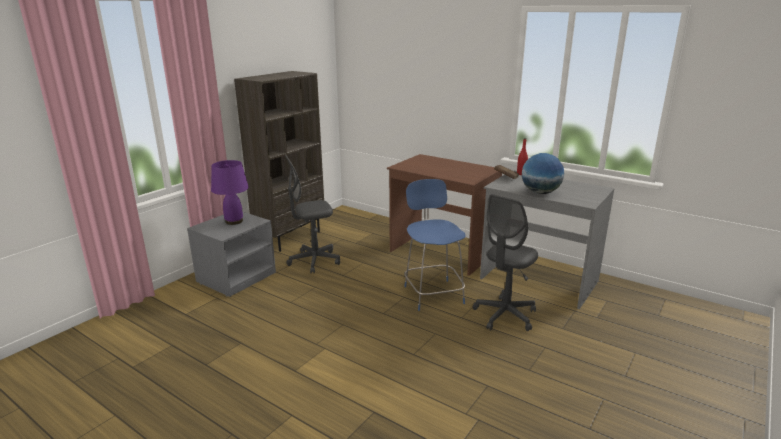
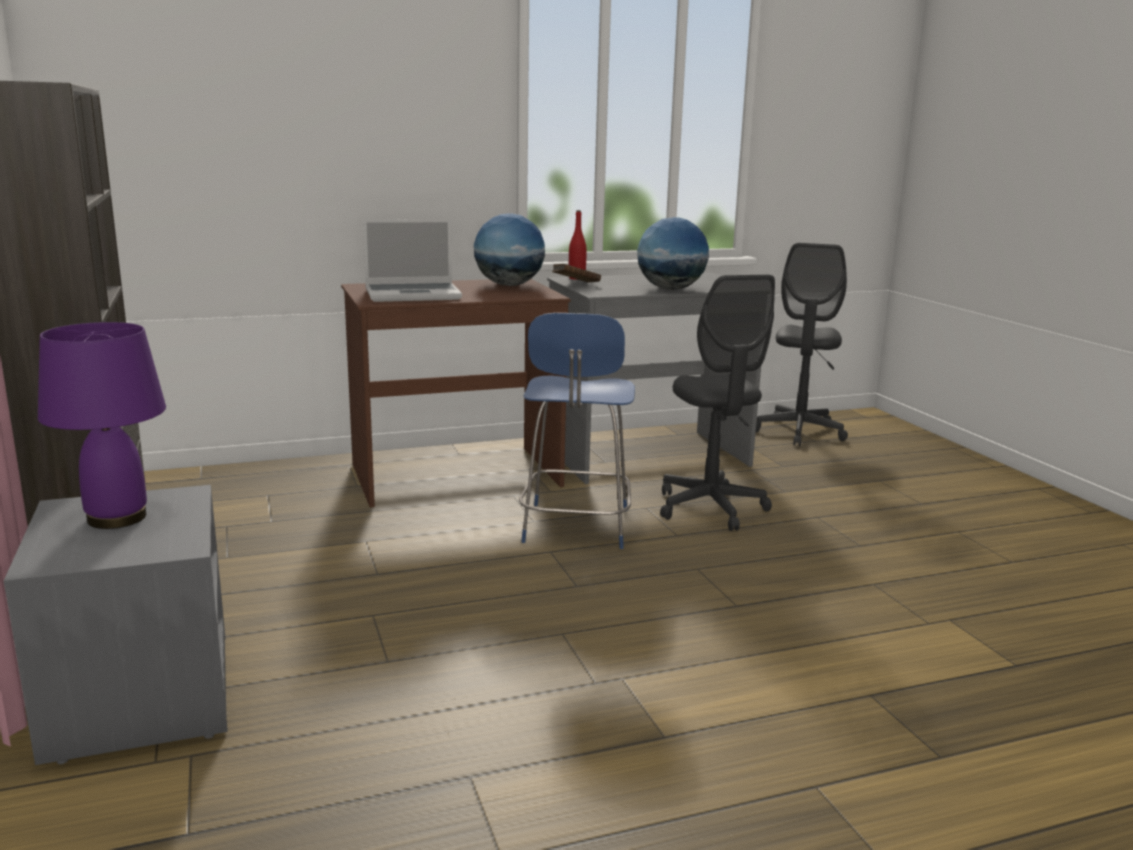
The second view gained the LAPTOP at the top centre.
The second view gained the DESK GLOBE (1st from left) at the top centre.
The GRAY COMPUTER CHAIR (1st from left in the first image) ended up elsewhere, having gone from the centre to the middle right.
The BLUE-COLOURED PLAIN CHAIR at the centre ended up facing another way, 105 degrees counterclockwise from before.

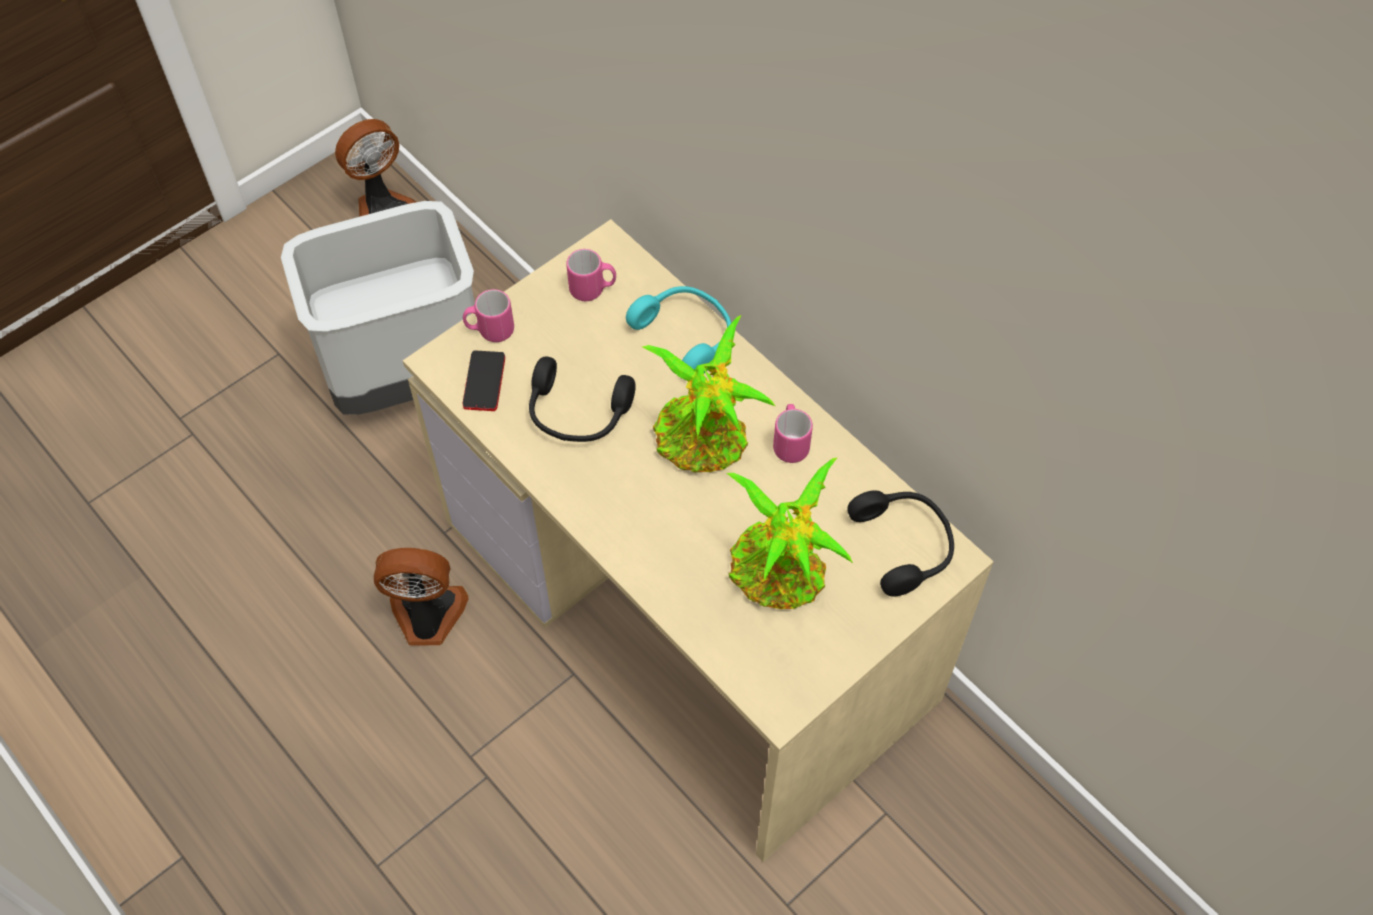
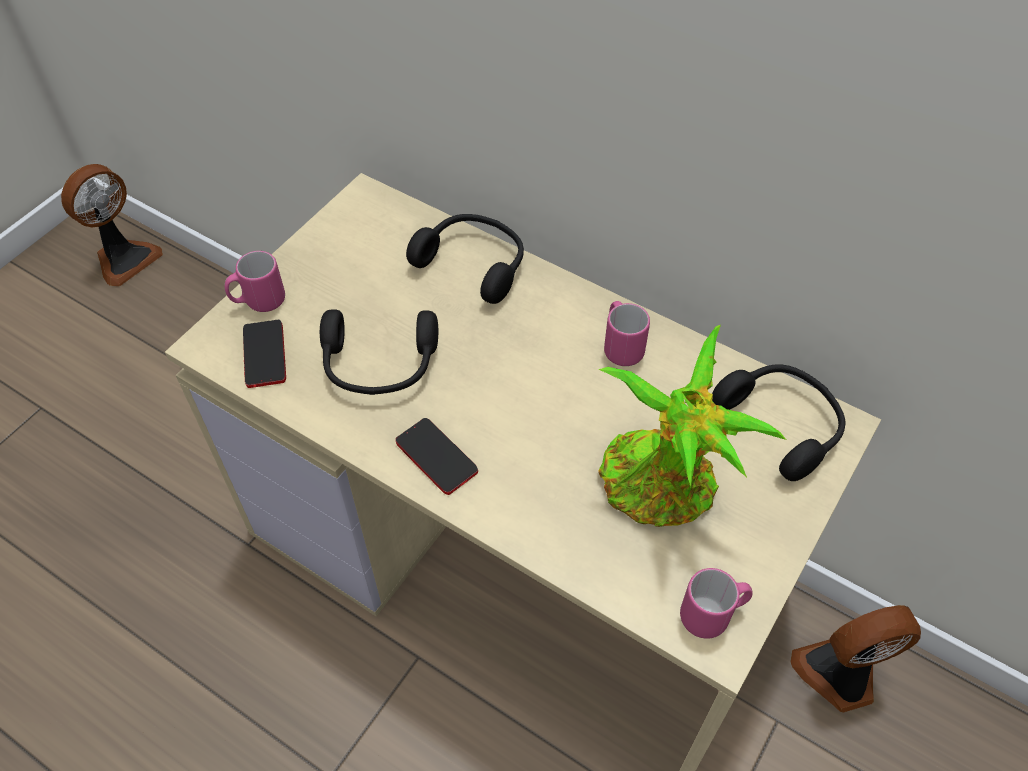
The second view lost the GRAY RUBBISH BIN at the middle left.
The second view lost the HOUSEPLANT (1st from left) at the centre.
The second view gained the TELEPHONE (2nd from left) at the centre.
The COOLING FAN (2nd from left) ended up elsewhere, having gone from the middle left to the bottom right.
The PINKISH COFFEE MUG (2nd from left in the first image) ended up elsewhere, having gone from the top centre to the bottom right.
What was the BLUE-GREEN HEADSET at the centre turned into the BLACKISH HEADSET (2nd from left) at the centre.

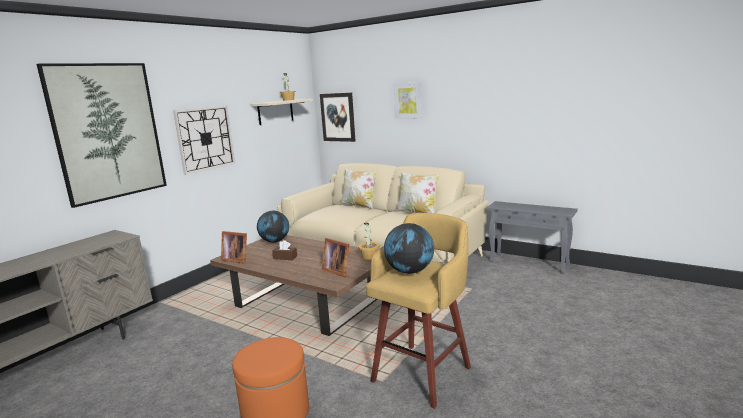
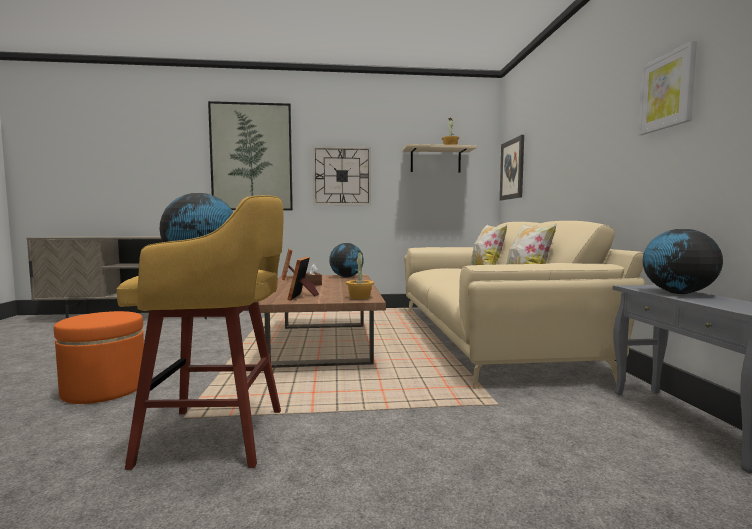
The second view gained the DESK GLOBE (3rd from left) at the middle right.
The PICTURE (3rd from left) ended up elsewhere, having gone from the top centre to the top right.

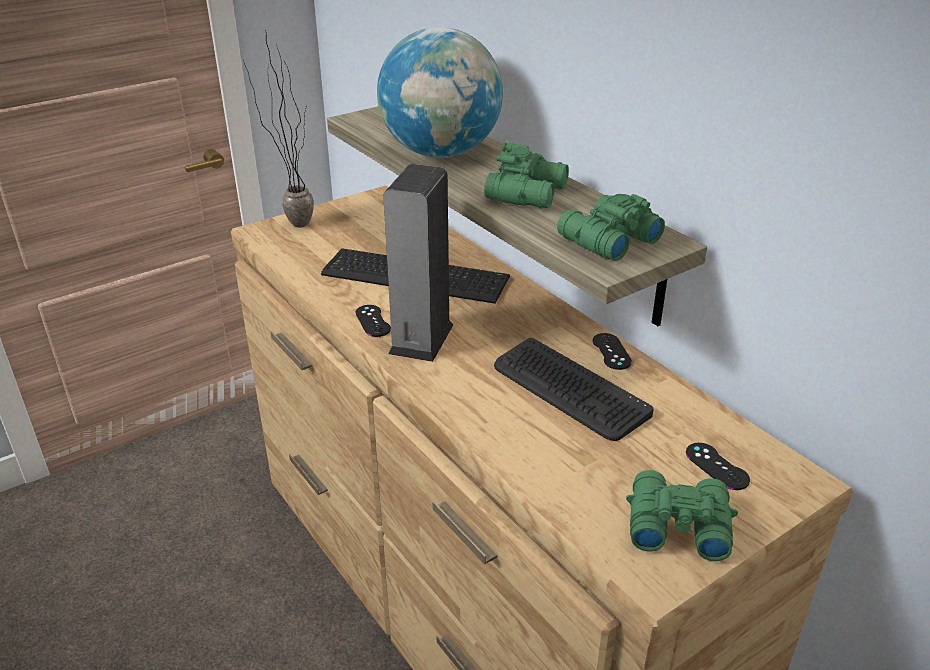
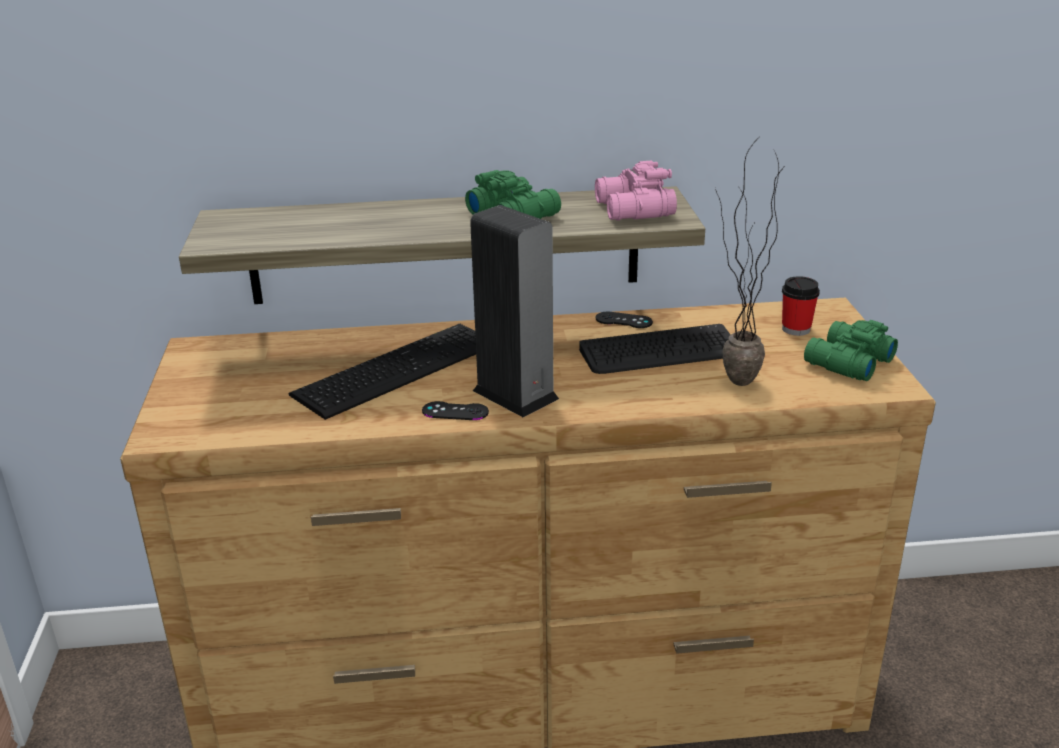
The second view lost the DESK GLOBE at the top centre.
The HOUSEPLANT ended up elsewhere, having gone from the top left to the middle right.
Where the BLACKISH GAME CONTROLLER (3rd from left) stood at the bottom right, the DRINKING CUP came to stand at the middle right.
What was the GREEN PAIR OF BINOCULARS (2nd from left) at the centre turned into the PINKISH PAIR OF BINOCULARS at the top centre.

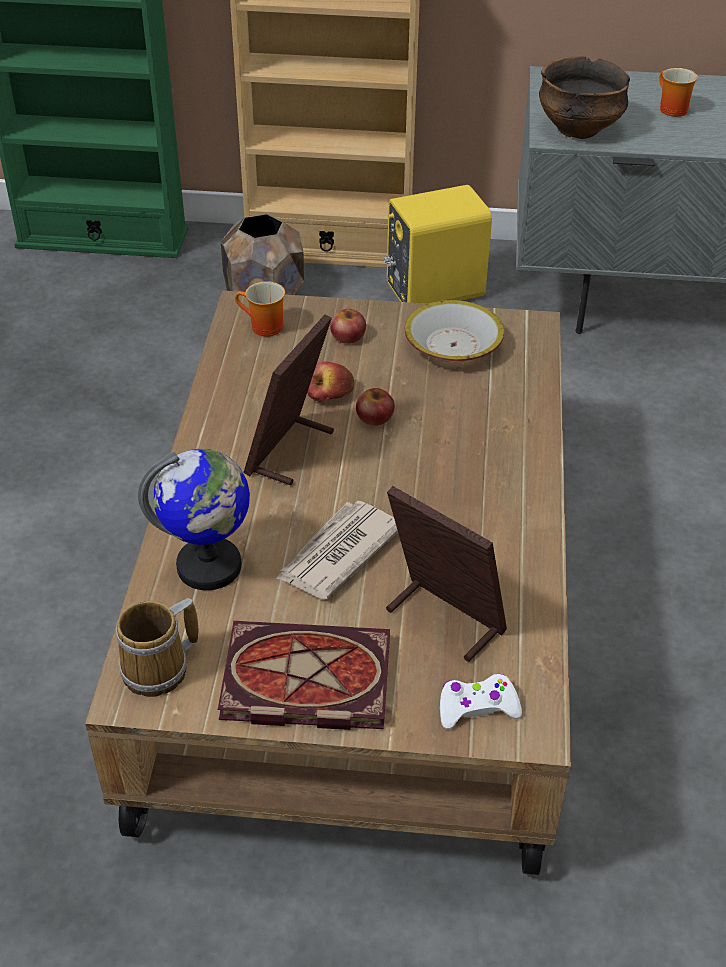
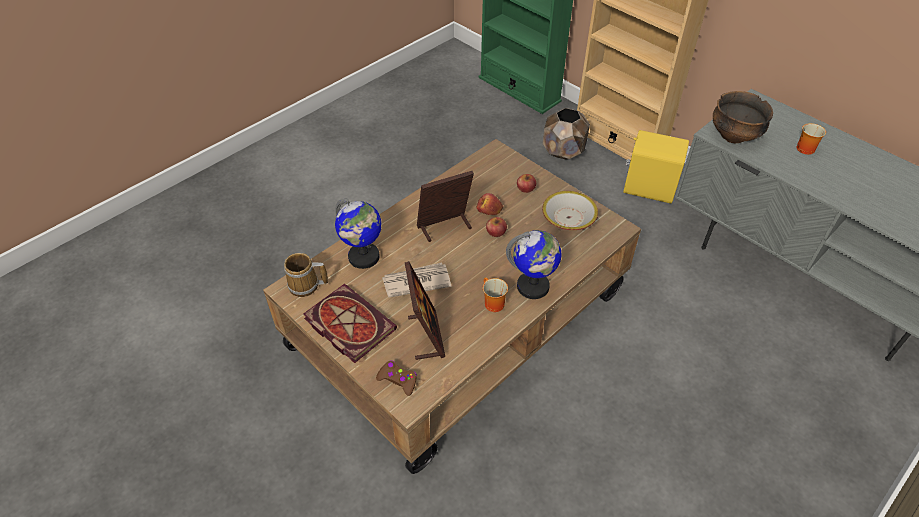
The second view gained the DESK GLOBE (2nd from left) at the centre.
The COFFEE MUG (2nd from left) ended up elsewhere, having gone from the top centre to the centre.
What was the WHITE-COLOURED GAME CONTROLLER at the bottom centre turned into the BROWNISH GAME CONTROLLER at the bottom centre.

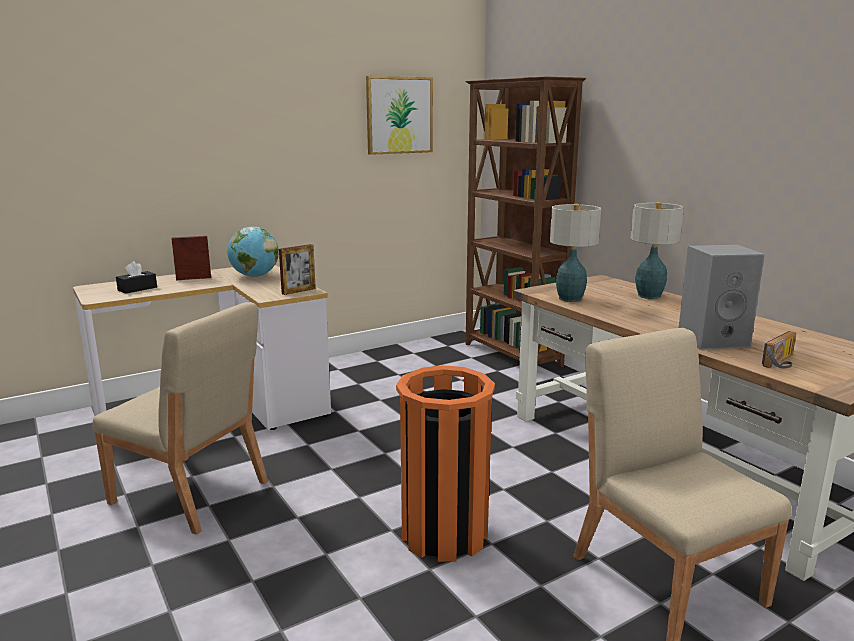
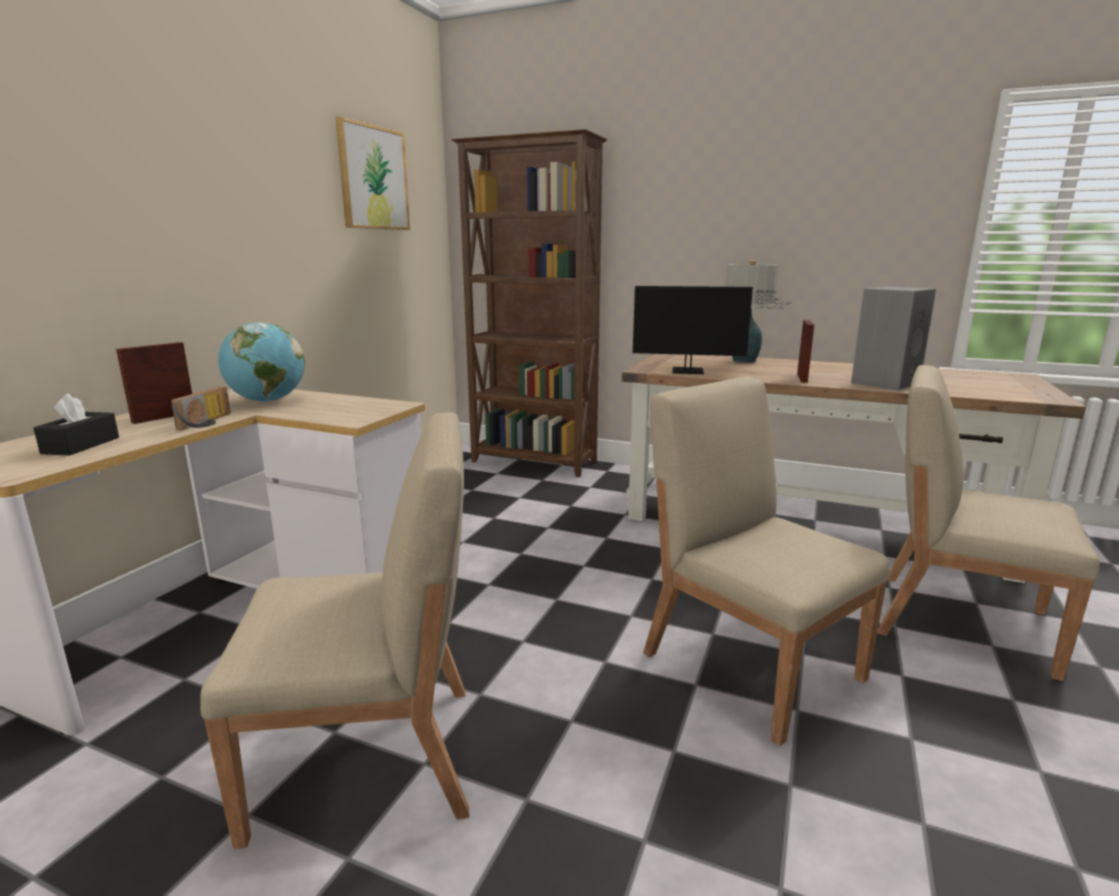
The STANDING FRAME (2nd from left) ended up elsewhere, having gone from the centre to the middle right.
The RADIO SET ended up elsewhere, having gone from the middle right to the middle left.
Where the ORANGEY RUBBISH BIN stood at the bottom centre, the SAND-COLOURED PLAIN CHAIR (2nd from left) came to stand at the middle right.
Where the TABLETOP LAMP (1st from left) stood at the middle right, the MONITOR came to stand at the centre.

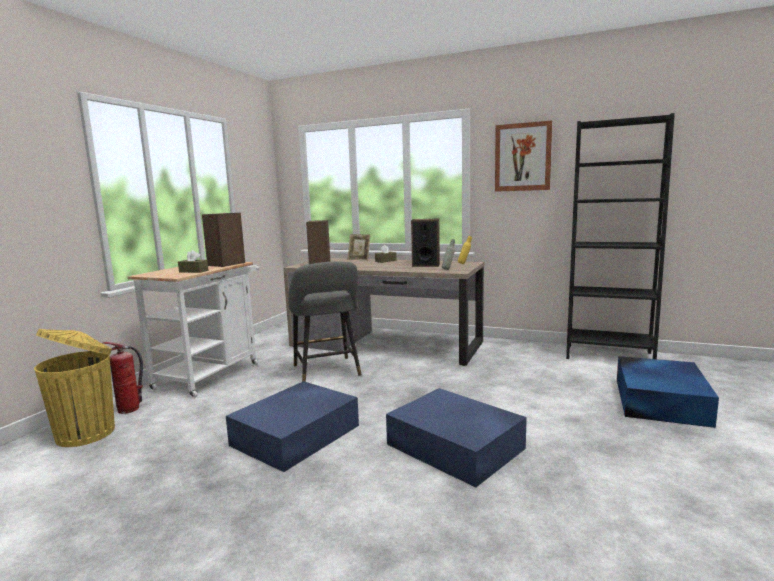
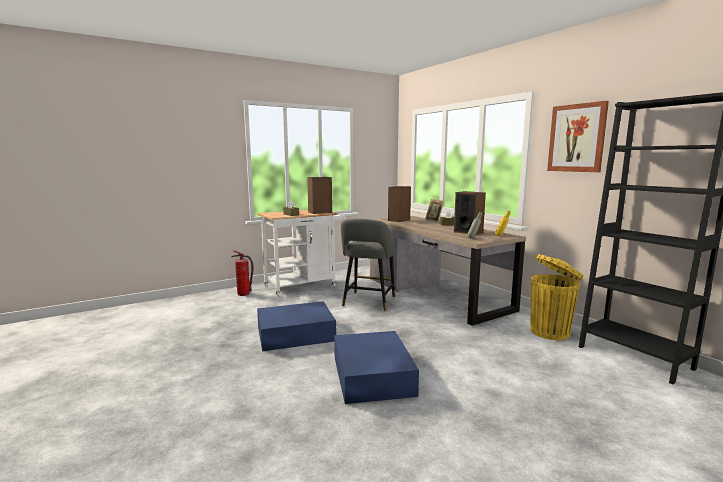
The second view lost the BLUE-COLOURED STORAGE BOX (3rd from left) at the bottom right.
The YELLOW-COLOURED RUBBISH BIN ended up elsewhere, having gone from the bottom left to the middle right.

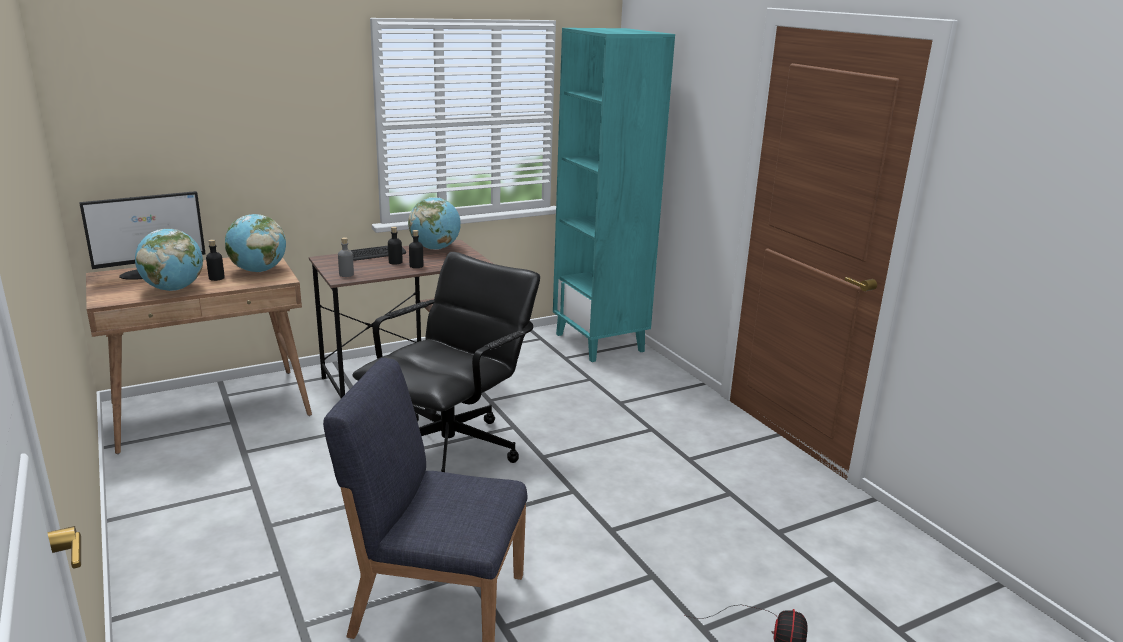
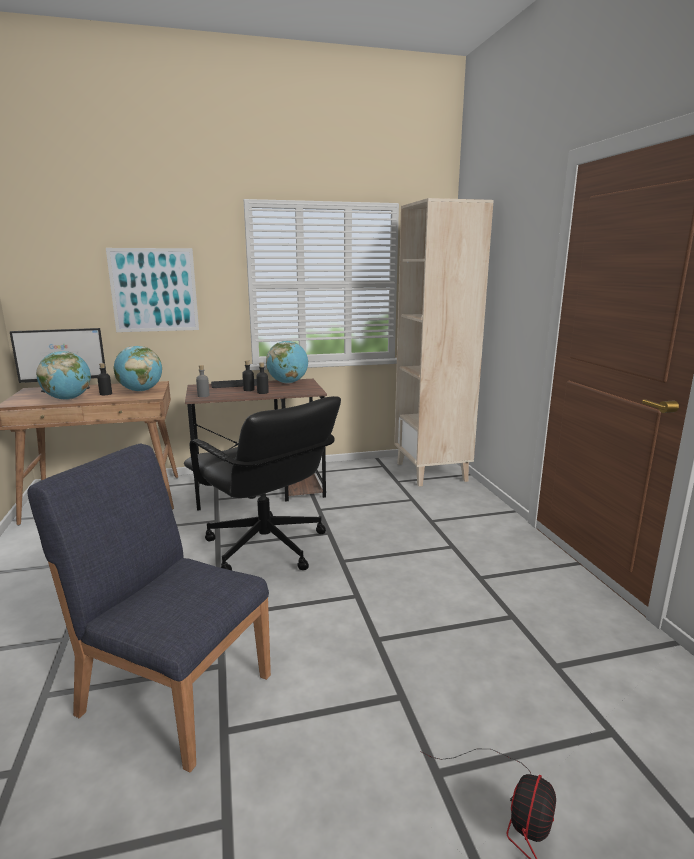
The second view gained the PICTURE at the middle left.
What was the BLUE-GREEN SHELVING UNIT at the top centre turned into the SAND-COLOURED SHELVING UNIT at the centre.
The BLACKISH COMPUTER CHAIR at the centre ended up facing another way, 90 degrees clockwise from before.

